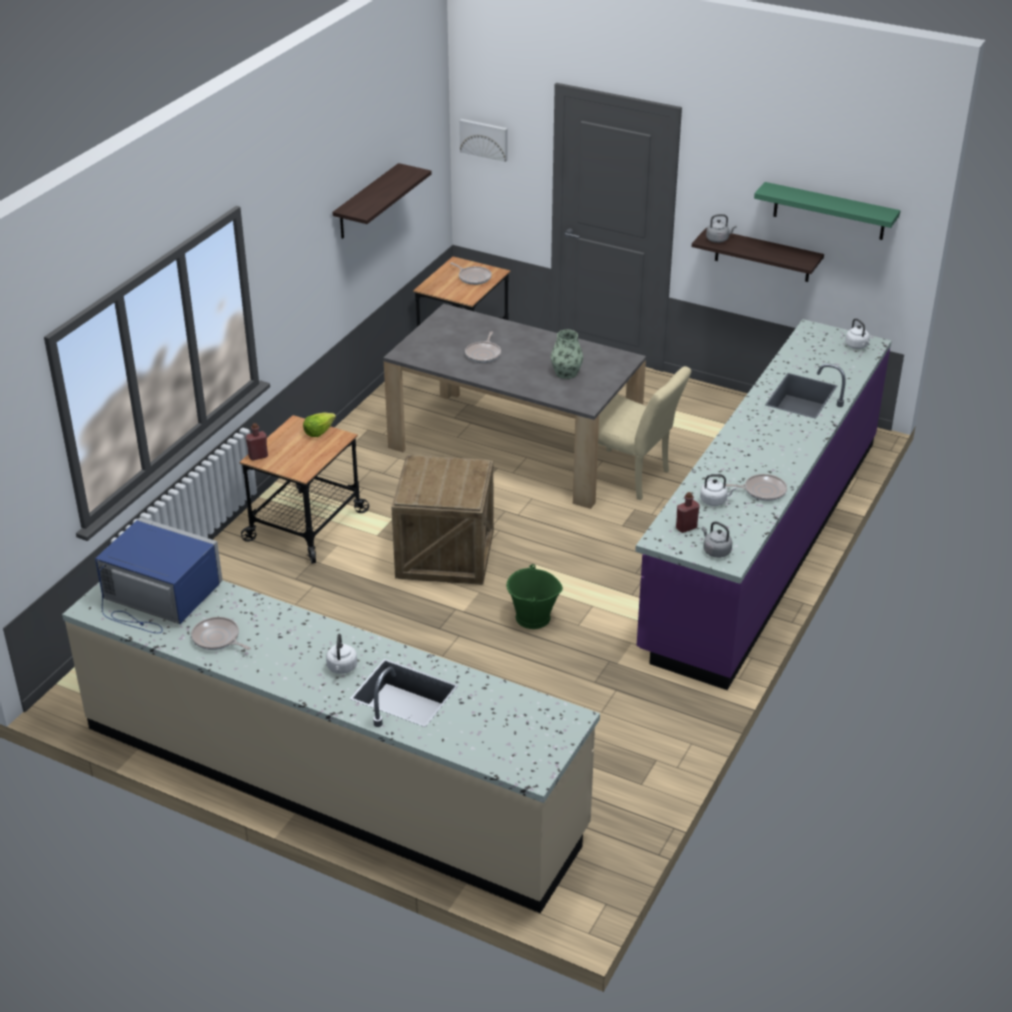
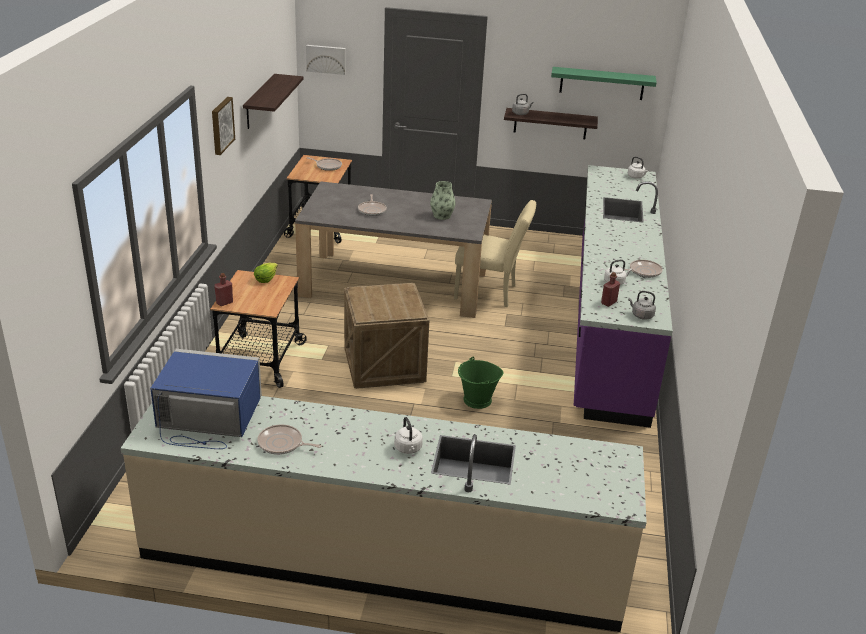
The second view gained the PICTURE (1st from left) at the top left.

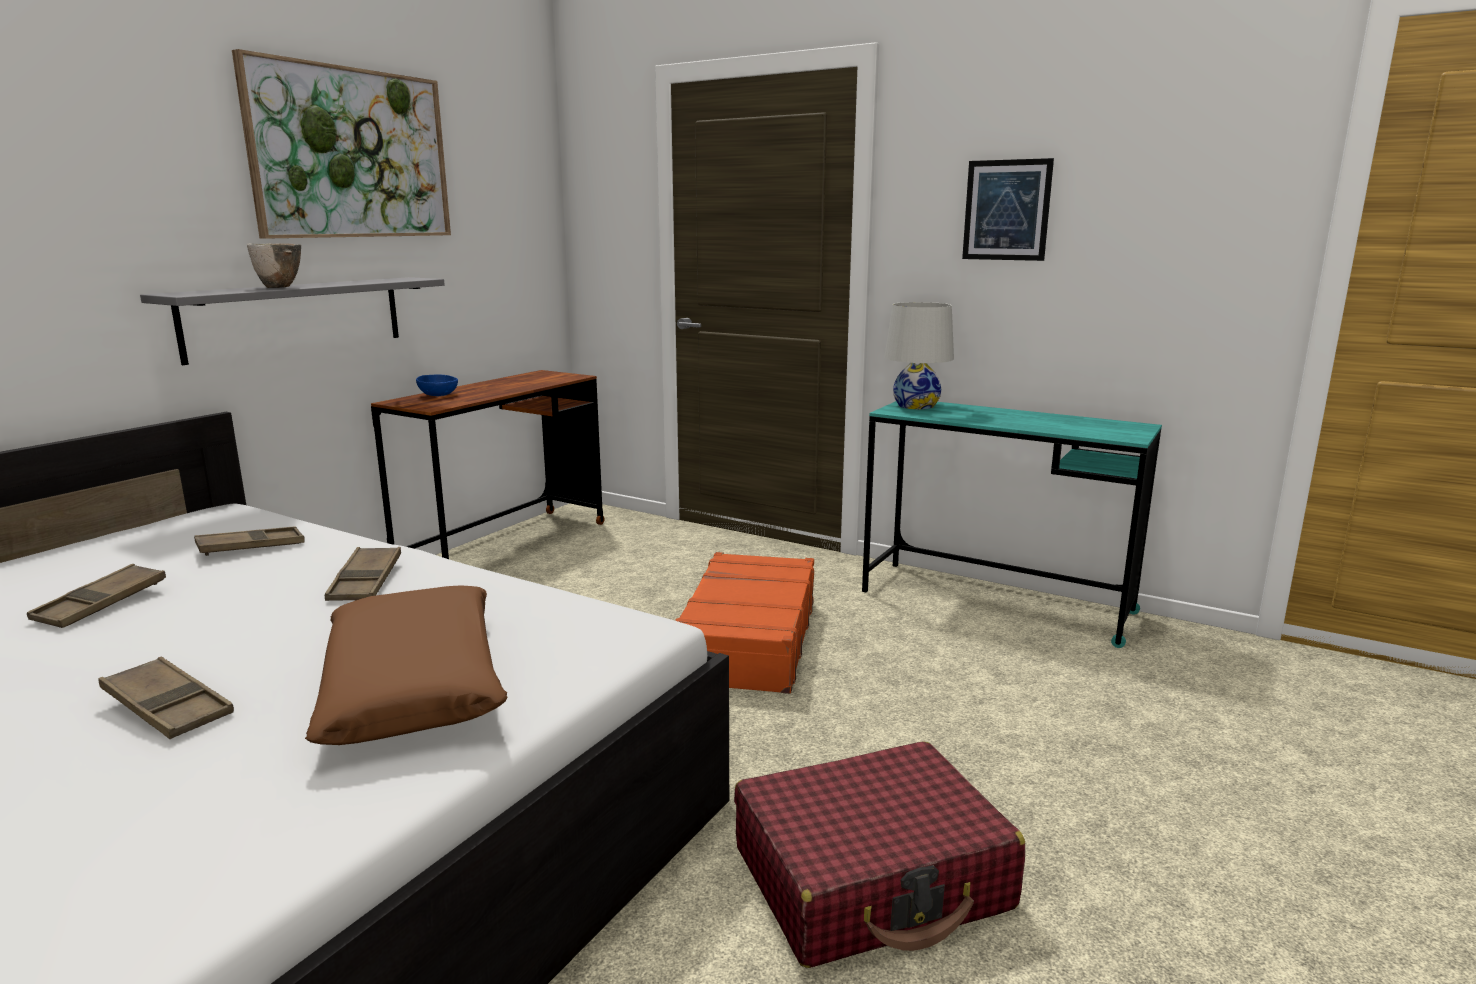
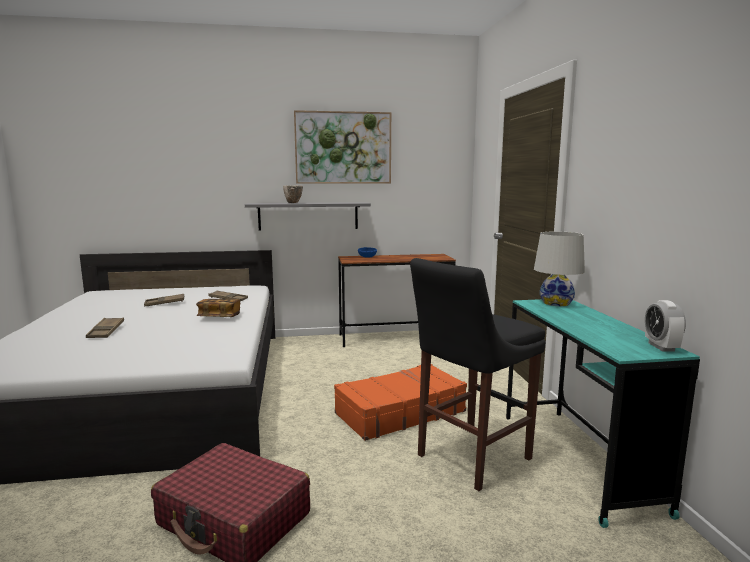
The second view lost the BROWNISH CUSHION at the bottom left.
The second view lost the PICTURE (2nd from left) at the top right.
The second view gained the BLACKISH STOOL SEAT at the centre.
The second view gained the TABLE CLOCK at the middle right.
Where the BROWNISH SERVING TRAY (4th from left) stood at the middle left, the BOOK came to stand at the middle left.

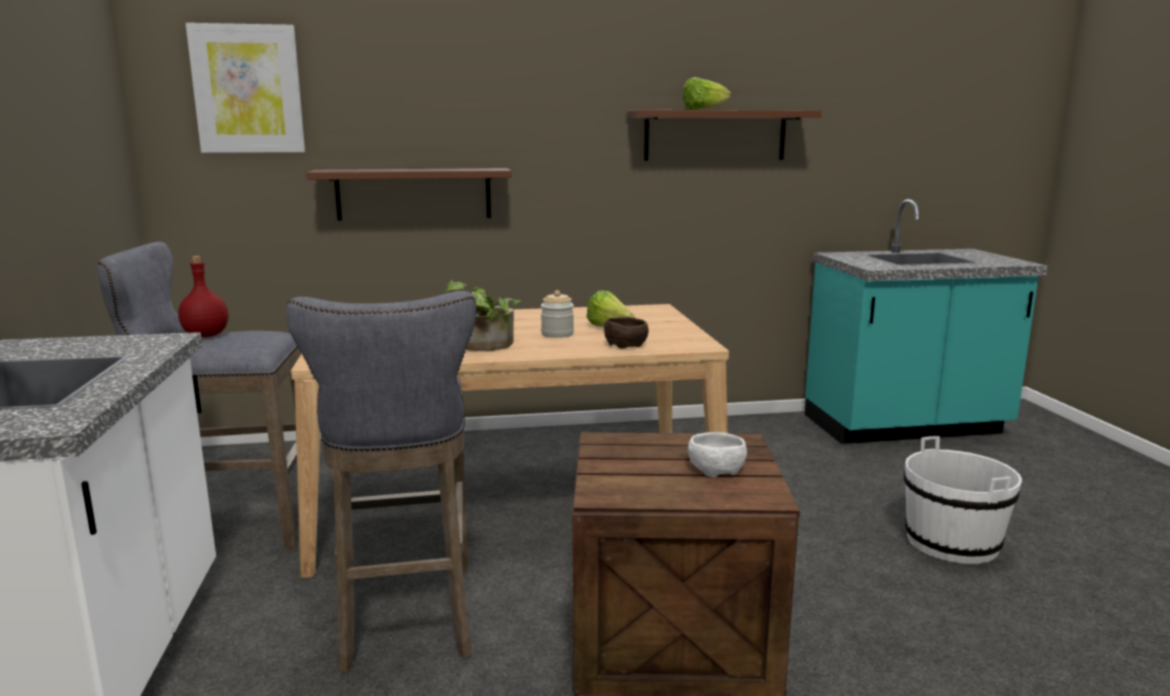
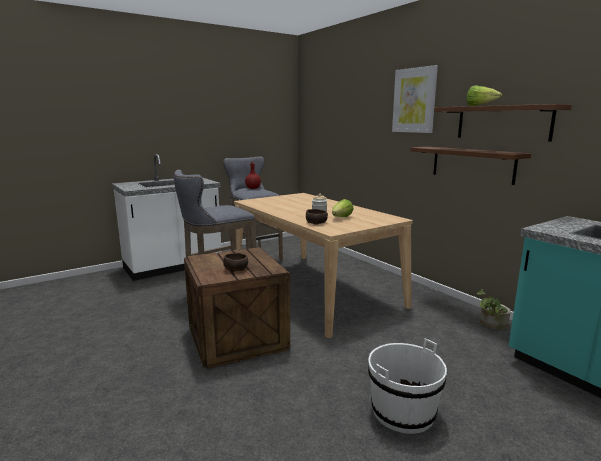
The PICTURE ended up elsewhere, having gone from the top left to the top right.
The BROWNISH WALL SHELF (1st from left) ended up elsewhere, having gone from the top centre to the middle right.
The HOUSEPLANT ended up elsewhere, having gone from the centre to the bottom right.
What was the WHITE-COLOURED BOWL at the centre turned into the BROWNISH BOWL (1st from left) at the centre.

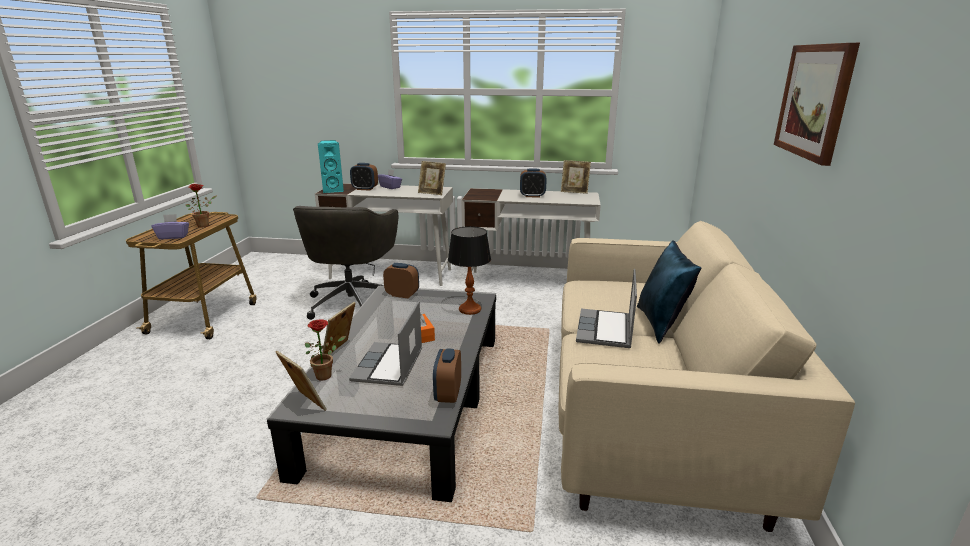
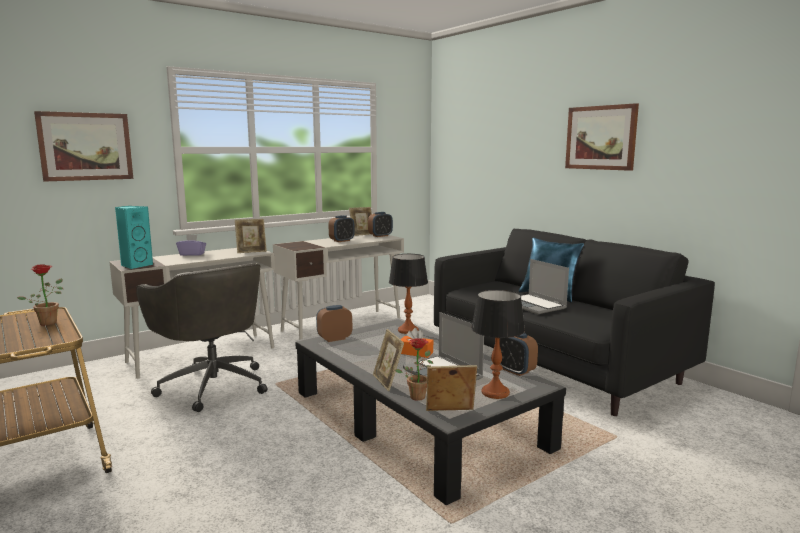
The second view lost the PURPLE TISSUE BOX (1st from left) at the middle left.
The second view gained the PICTURE (1st from left) at the top left.
The second view gained the TABLETOP LAMP (2nd from left) at the centre.
The TABLE CLOCK (1st from left in the first image) ended up elsewhere, having gone from the top centre to the centre.
What was the SAND-COLOURED SOFA at the bottom right turned into the BLACKISH SOFA at the middle right.

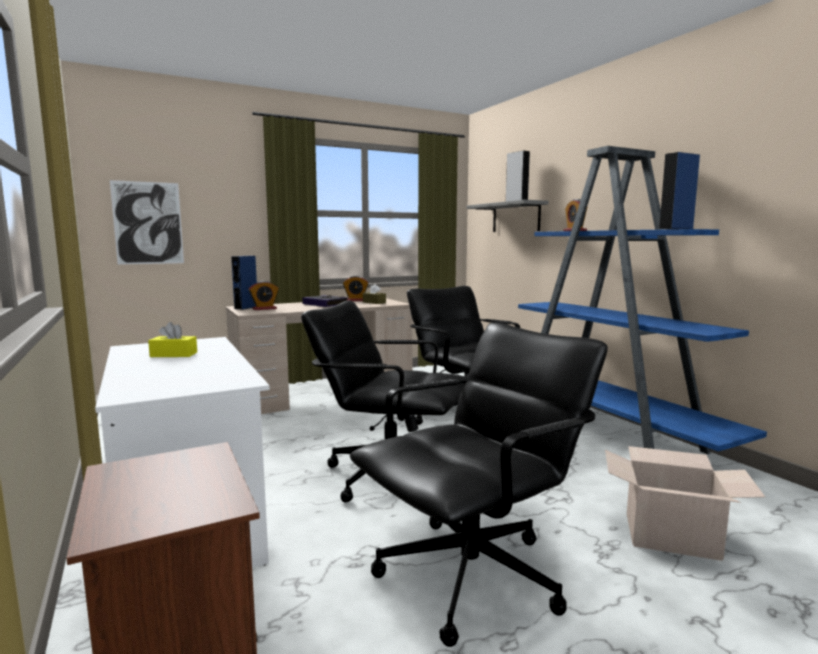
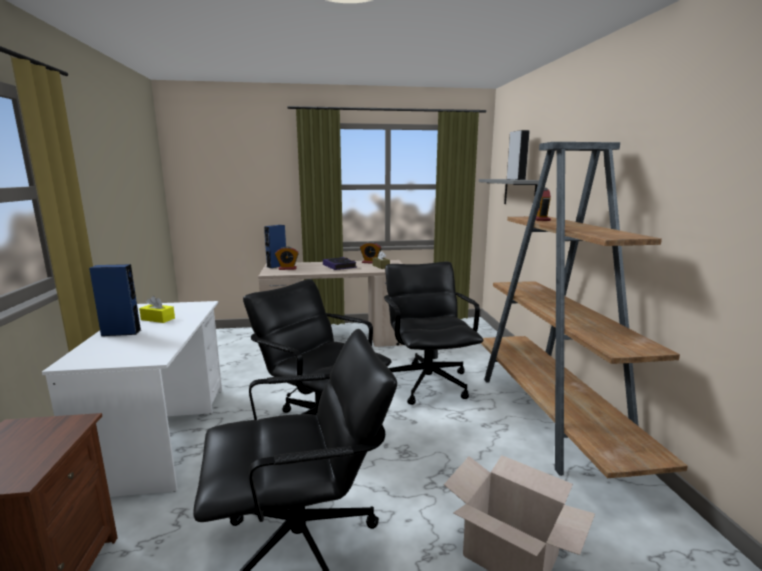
The second view lost the PICTURE at the middle left.
The BLUE-COLOURED AUDIO SPEAKER (2nd from left in the first image) ended up elsewhere, having gone from the top right to the middle left.
What was the BLUE-COLOURED SHELVING UNIT at the middle right turned into the BROWNISH SHELVING UNIT at the middle right.

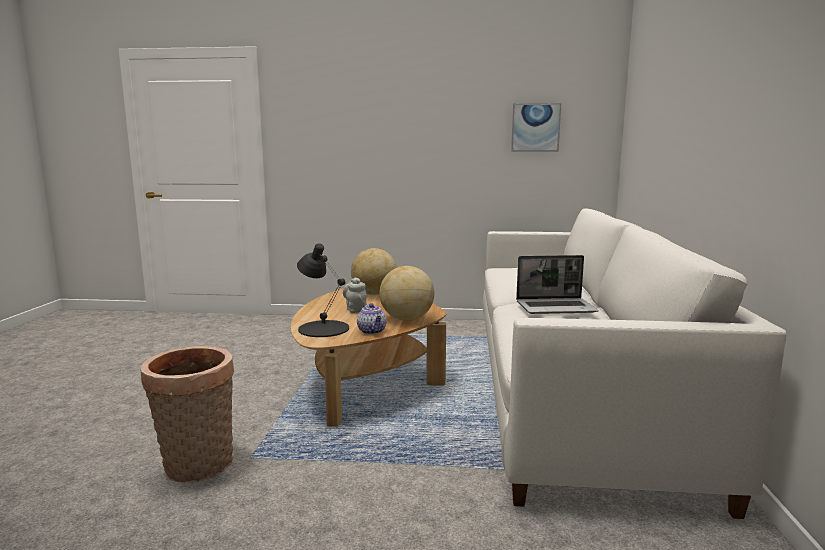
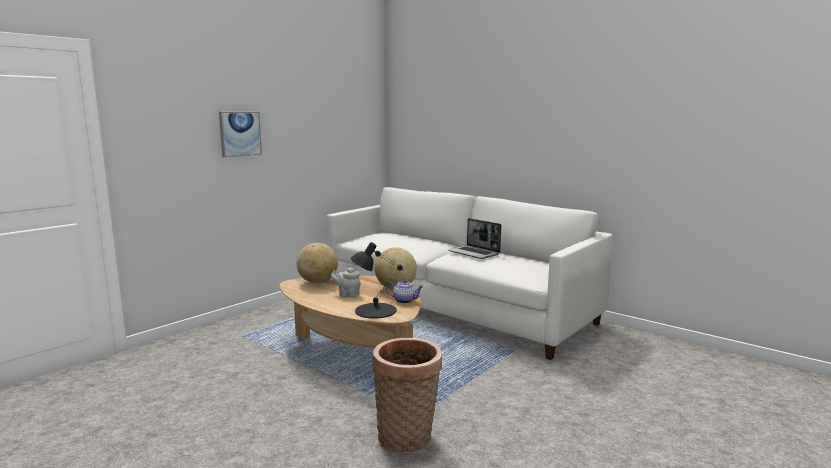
The PICTURE ended up elsewhere, having gone from the top centre to the top left.
The LAPTOP at the middle right ended up facing another way, 105 degrees clockwise from before.

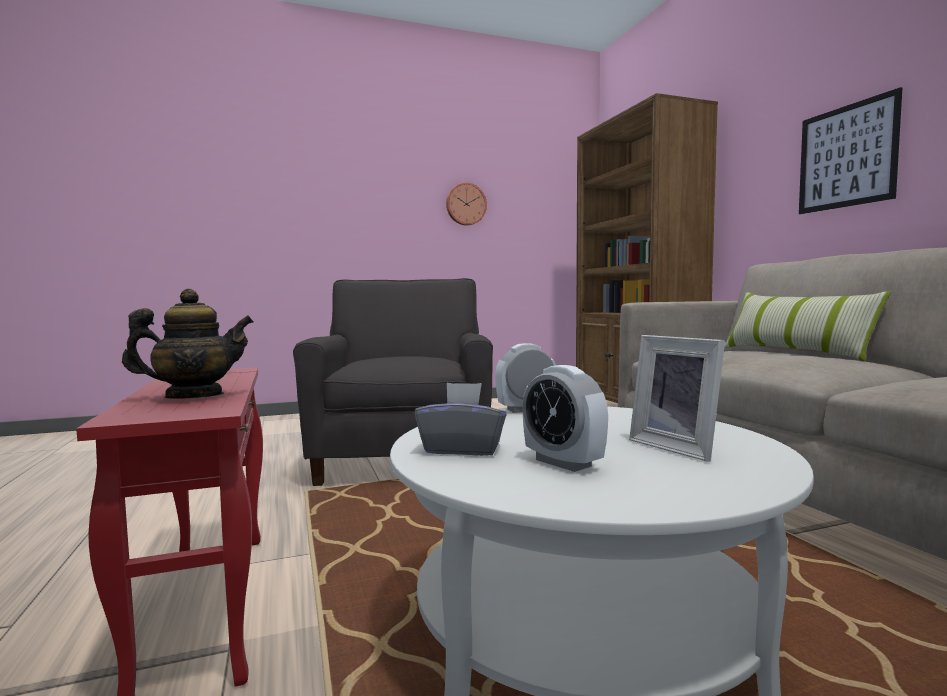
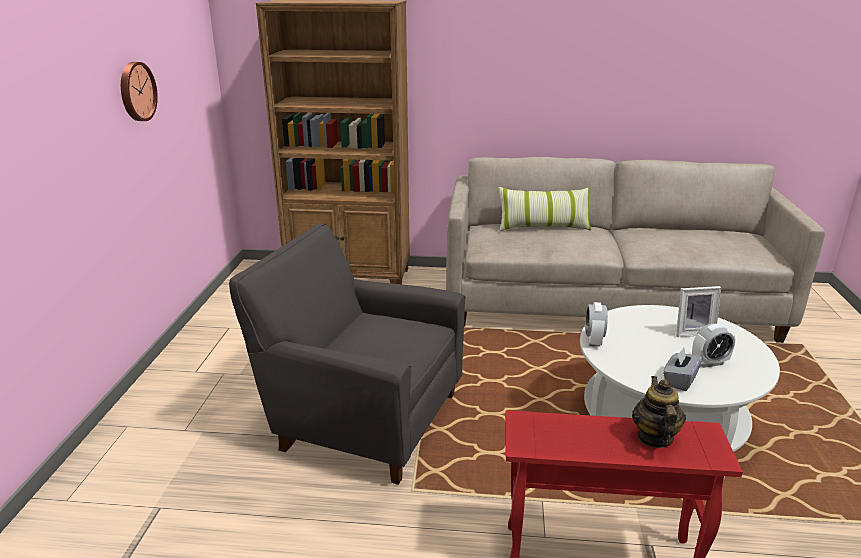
The second view lost the PICTURE at the top right.

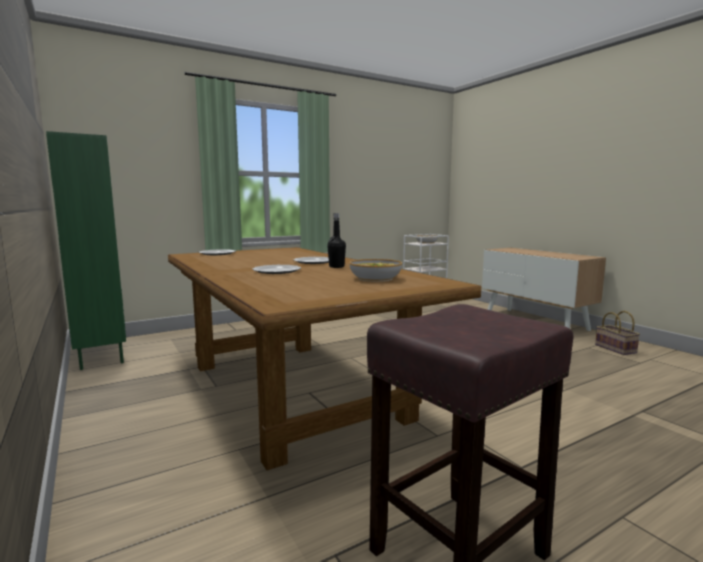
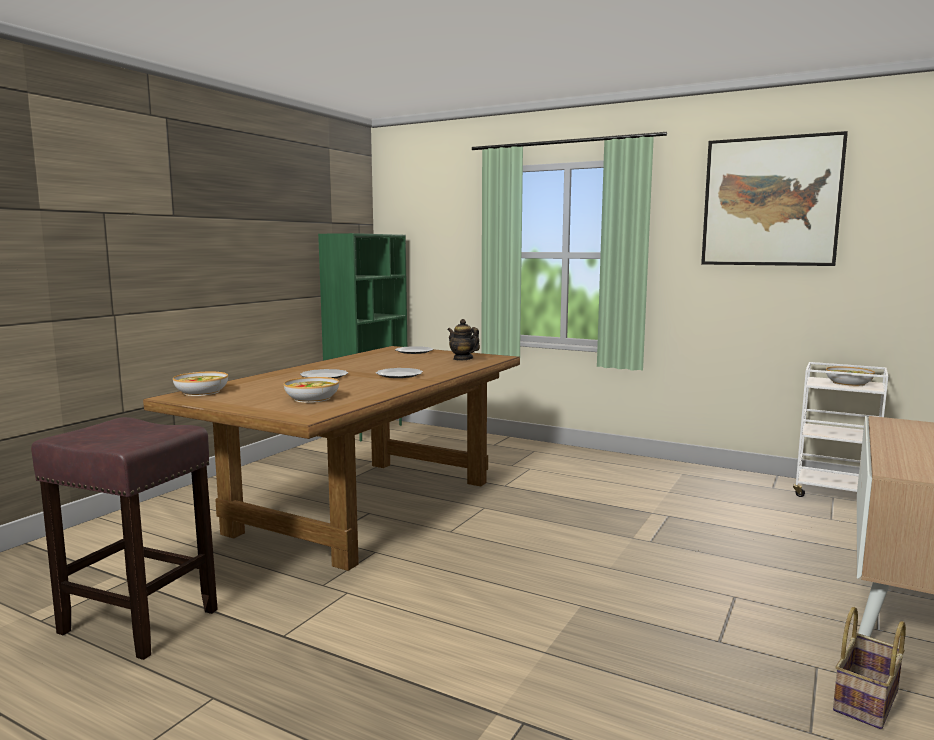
The second view lost the BLACKISH BEVERAGE BOTTLE at the centre.
The second view gained the BOWL (1st from left) at the middle left.
The second view gained the TEA POT at the centre.
The second view gained the PICTURE at the top right.

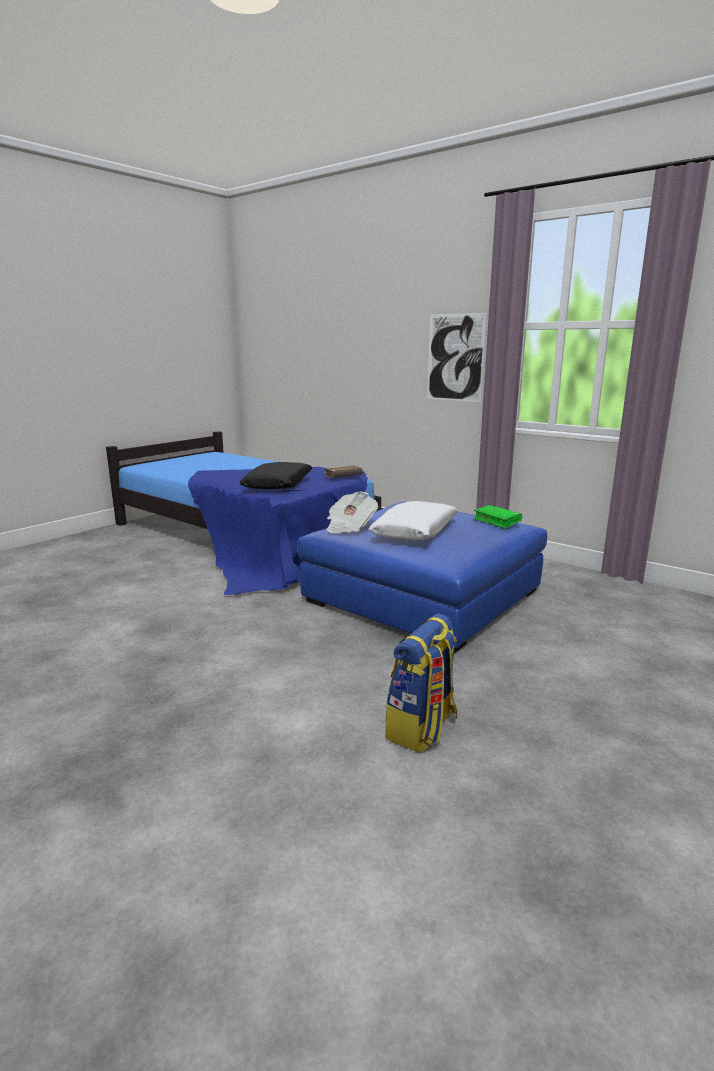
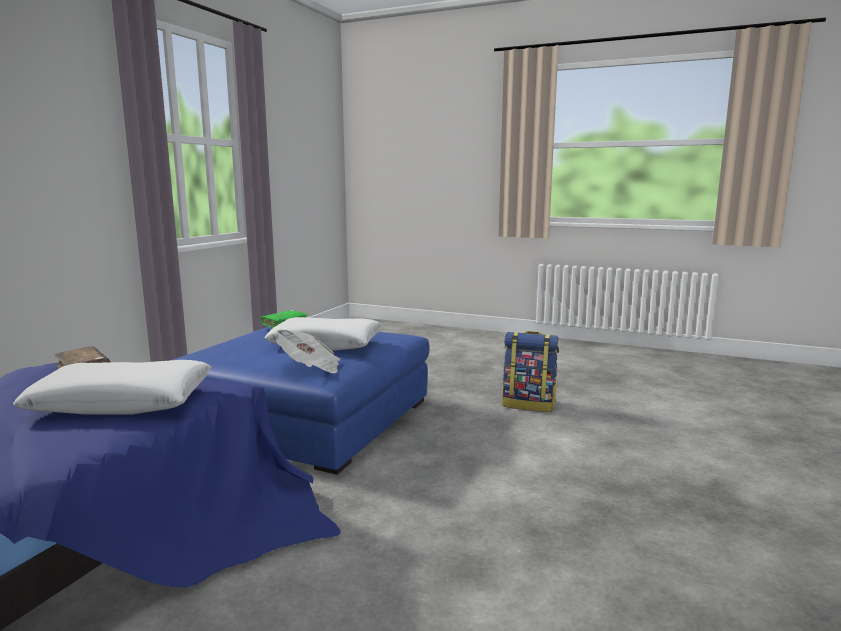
The second view lost the PICTURE at the centre.
What was the BLACKISH CUSHION at the centre turned into the WHITE-COLOURED CUSHION (1st from left) at the middle left.

